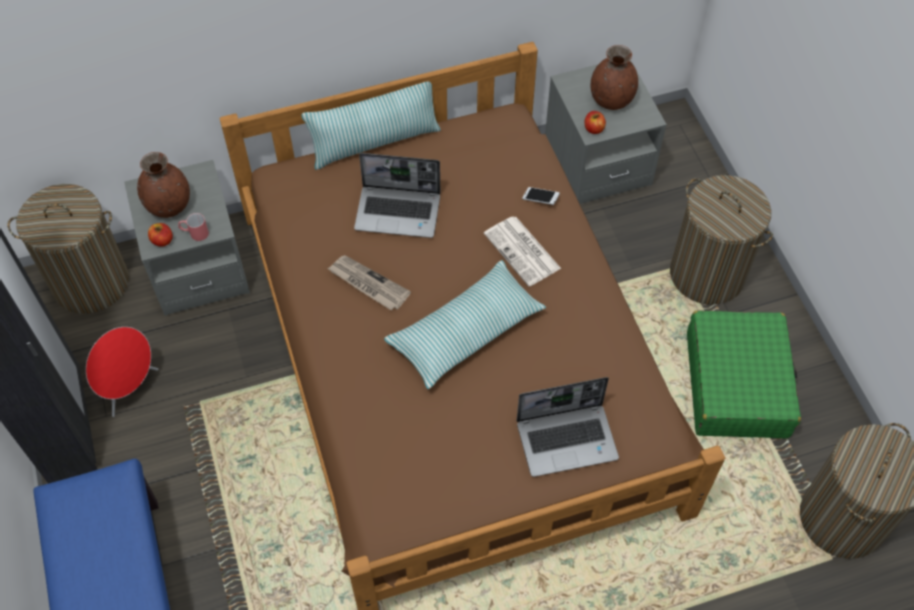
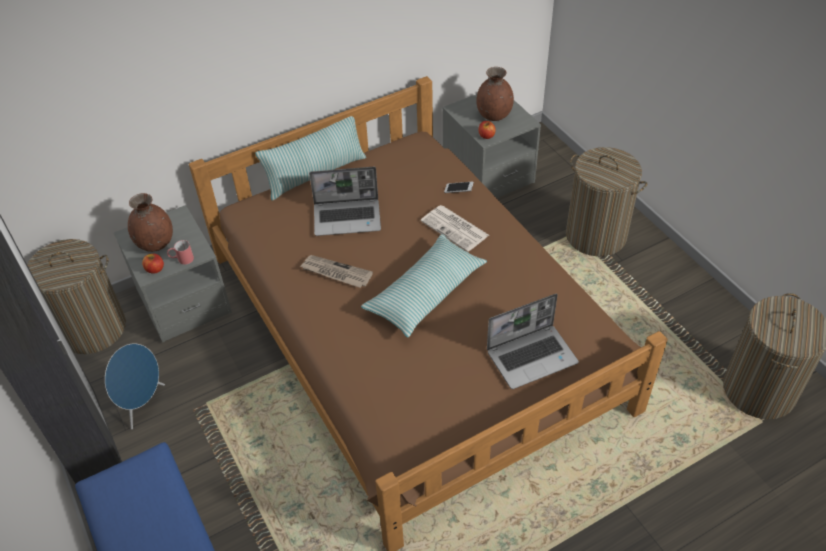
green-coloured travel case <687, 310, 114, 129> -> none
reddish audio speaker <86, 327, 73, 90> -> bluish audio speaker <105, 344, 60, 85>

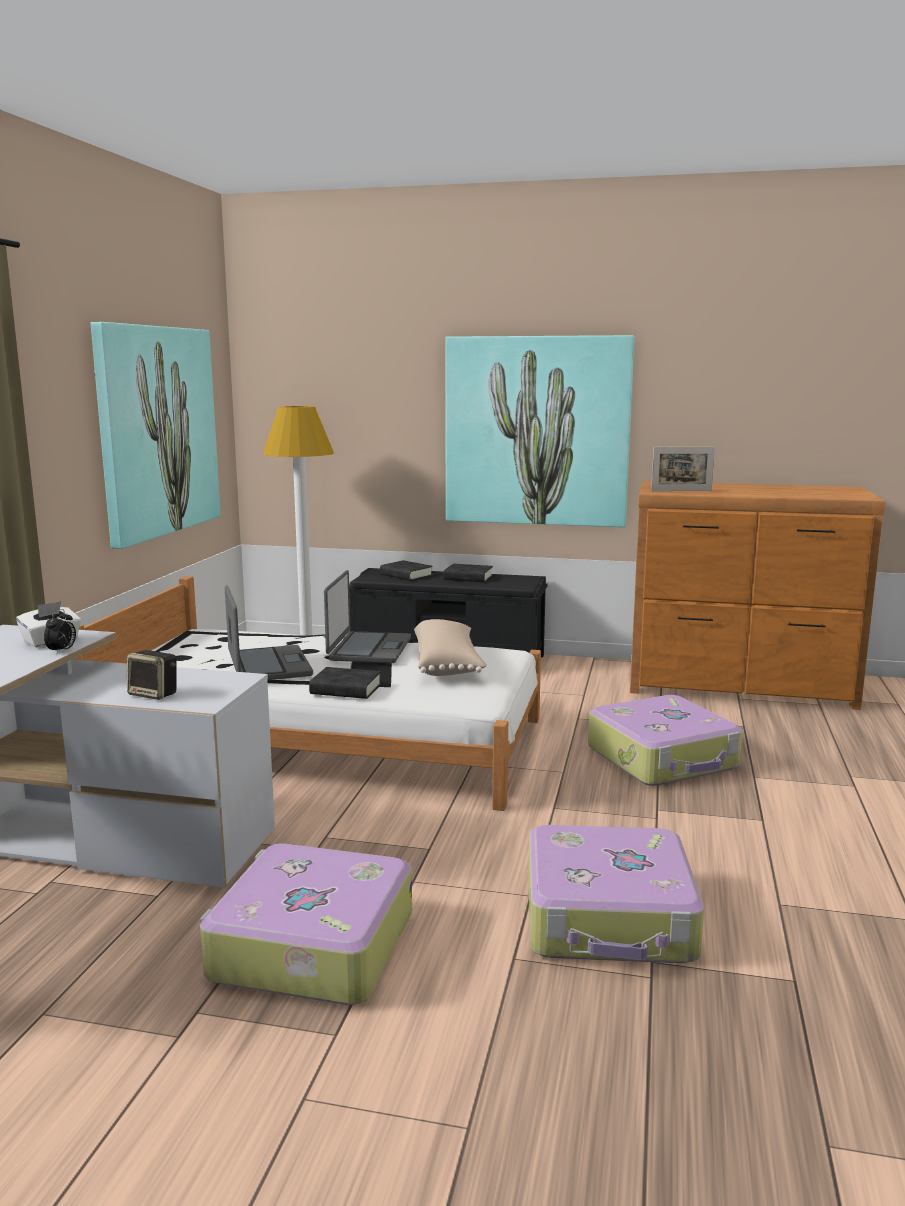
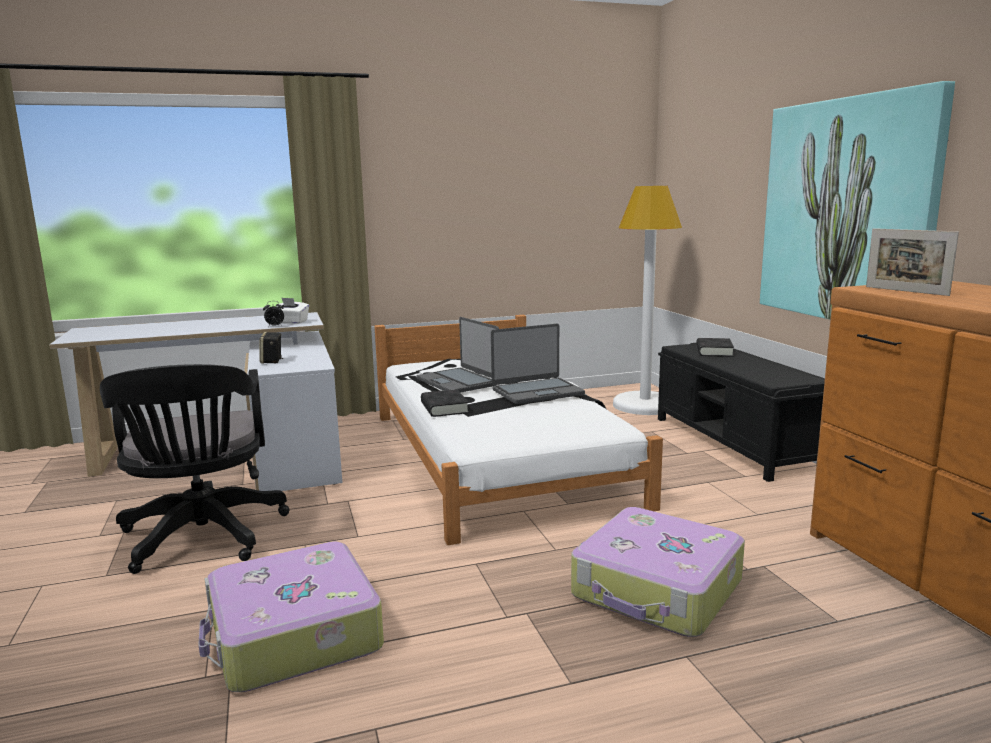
picture <91, 322, 130, 227> -> none
black bound book <444, 564, 49, 18> -> none
notebook computer <225, 585, 88, 95> -> notebook computer <416, 317, 83, 76>, 105 degrees clockwise
beige-coloured pillow <414, 619, 73, 57> -> none
travel case <200, 843, 212, 162> -> black computer chair <100, 364, 189, 210>

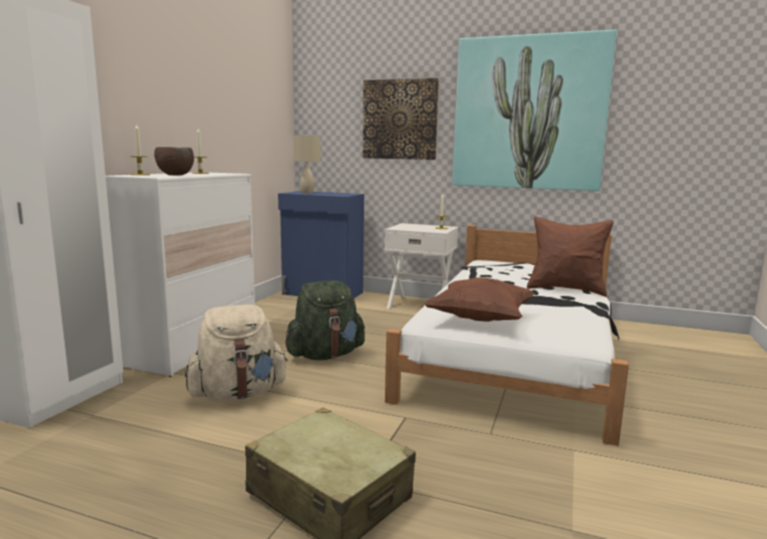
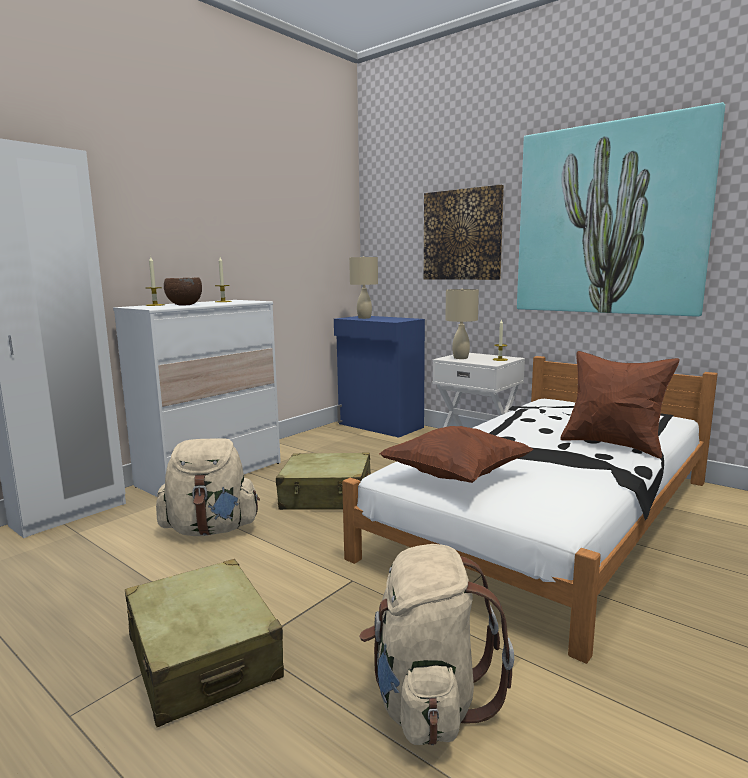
green-coloured rucksack <285, 281, 80, 79> -> beige-coloured travel case <276, 452, 95, 58>
none -> beige-coloured lamp for a table <445, 288, 34, 71>
none -> beige-coloured rucksack <359, 544, 155, 201>

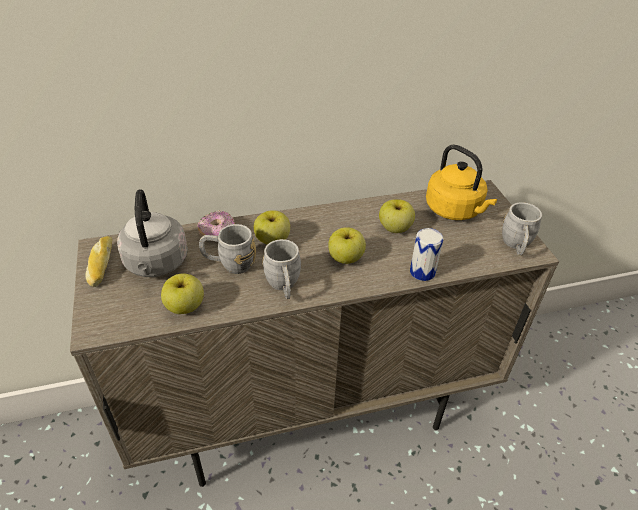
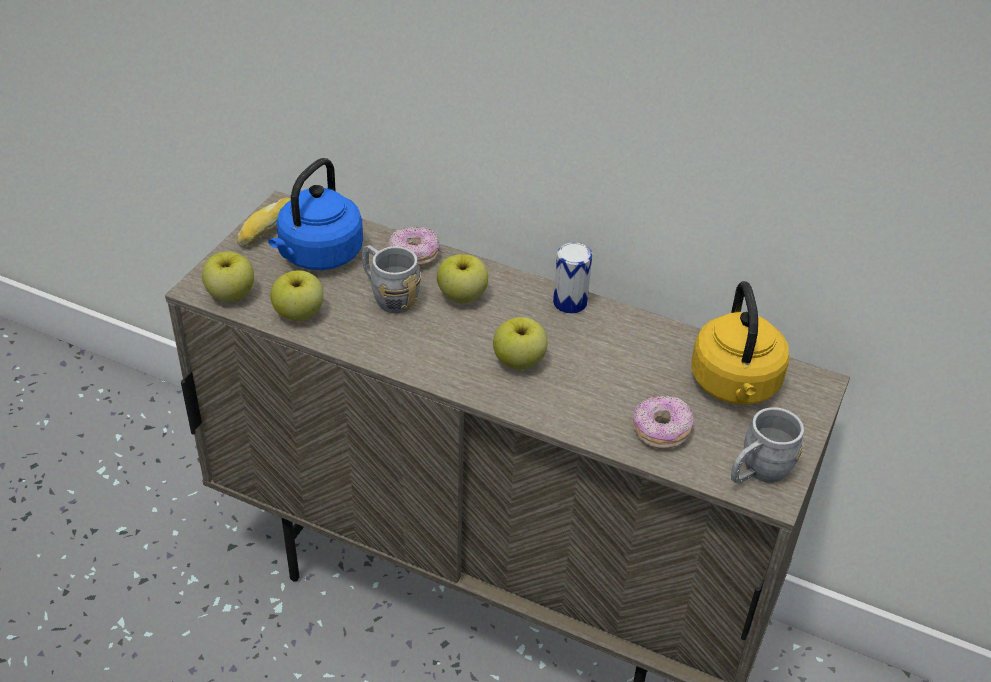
grey kettle <117, 189, 71, 88> -> bluish kettle <268, 158, 95, 112>
apple <379, 199, 36, 34> -> apple <202, 252, 52, 50>, moved
can <410, 228, 34, 53> -> can <553, 242, 39, 72>, moved
grey tea mug <263, 239, 38, 60> -> none
none -> donut <633, 396, 61, 53>

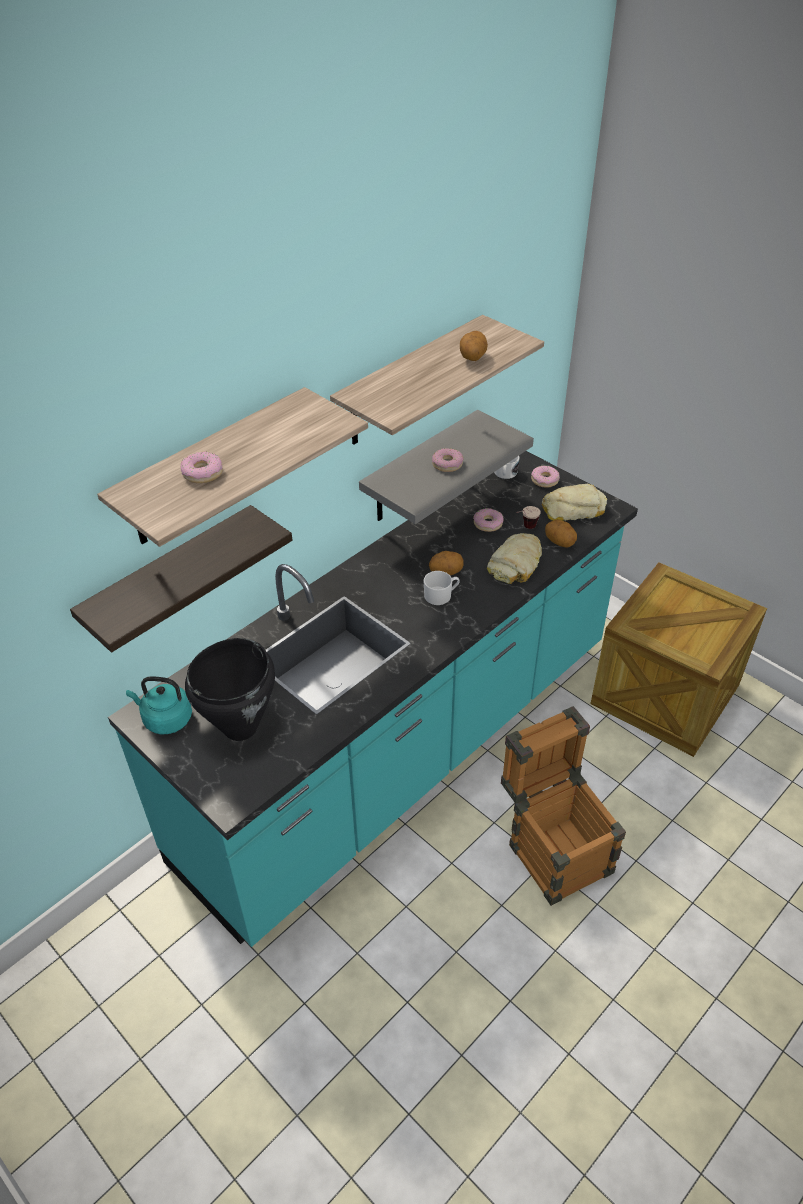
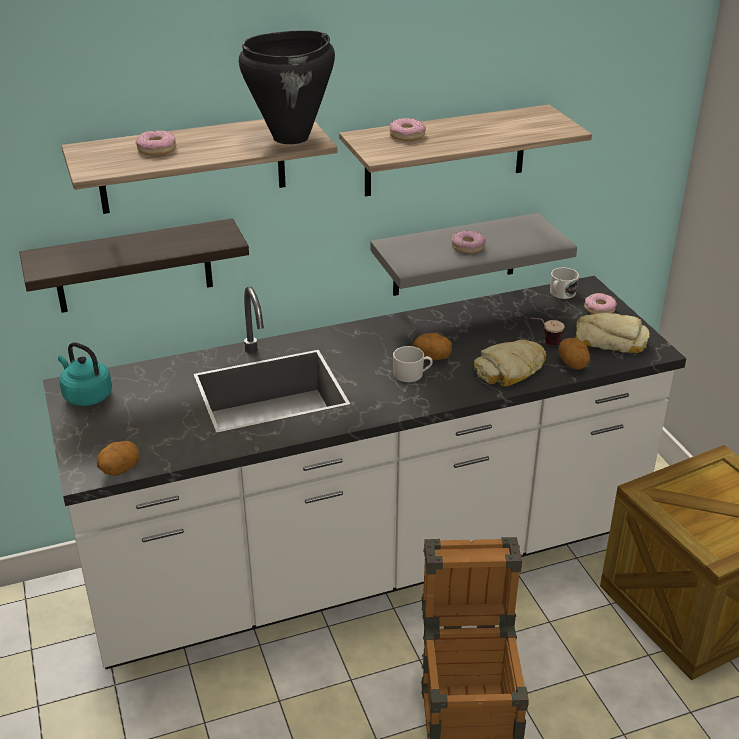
spud <460, 331, 28, 30> -> spud <97, 441, 43, 35>, moved
turquoise-coloured counter <108, 451, 530, 496> -> white-coloured counter <43, 276, 643, 393>
donut <473, 508, 31, 24> -> donut <389, 118, 37, 23>, moved
black cooking pot <185, 638, 90, 103> -> black cooking pot <239, 30, 96, 114>, moved

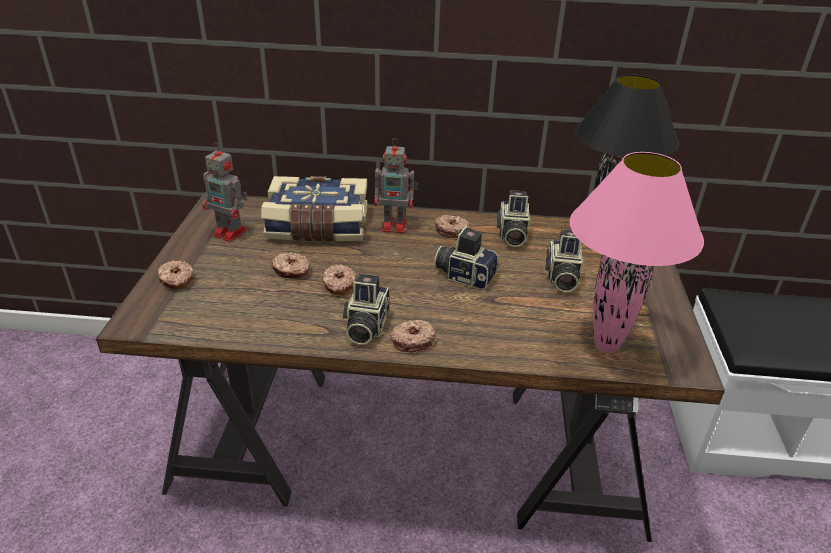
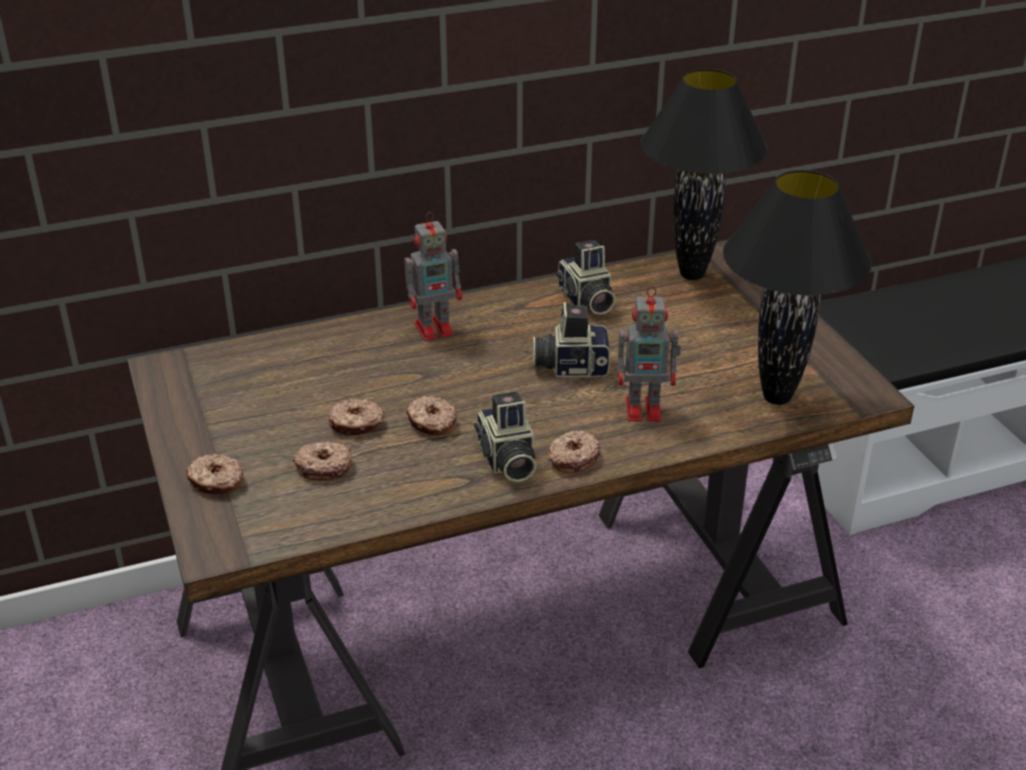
toy robot <202, 143, 45, 99> -> toy robot <617, 286, 64, 136>, moved
pink lamp for a table <570, 152, 134, 201> -> black lamp for a table <723, 170, 149, 235>
bound book <261, 176, 107, 65> -> none
donut <434, 215, 37, 23> -> donut <293, 441, 59, 40>, moved
photo camera <545, 229, 38, 63> -> none

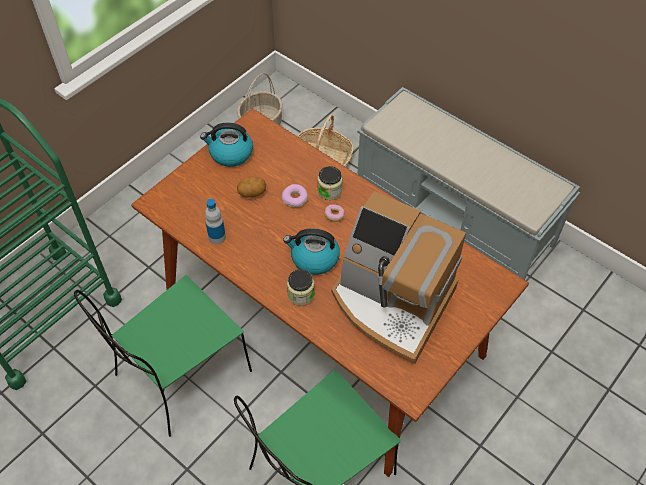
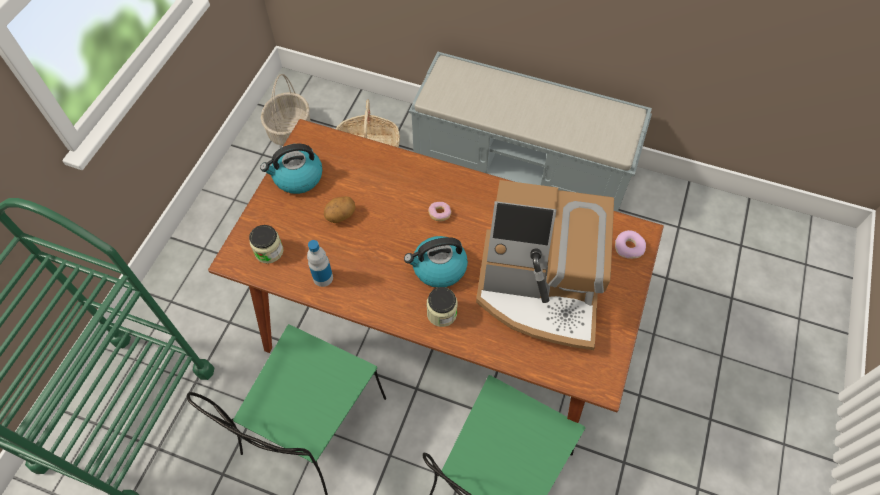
jar <318, 166, 25, 34> -> jar <249, 225, 34, 39>, moved
donut <282, 184, 26, 23> -> donut <615, 230, 31, 29>, moved

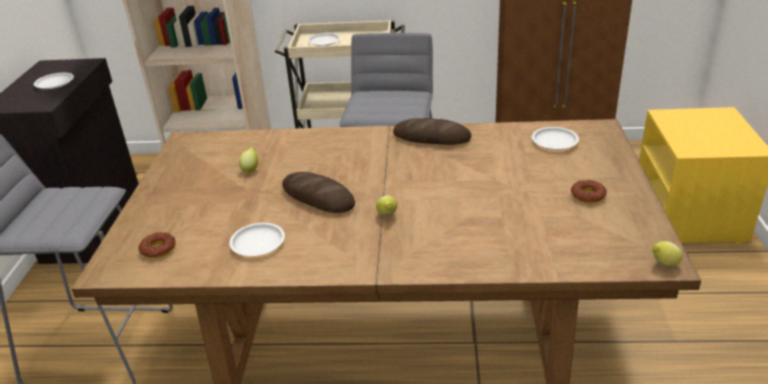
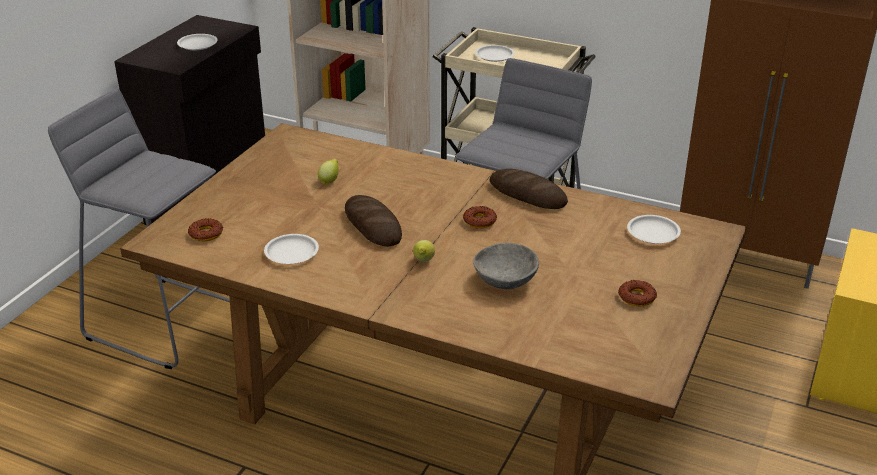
citrus fruit <652, 241, 30, 26> -> none
none -> donut <463, 206, 34, 22>
none -> grey deep dish <473, 243, 66, 46>

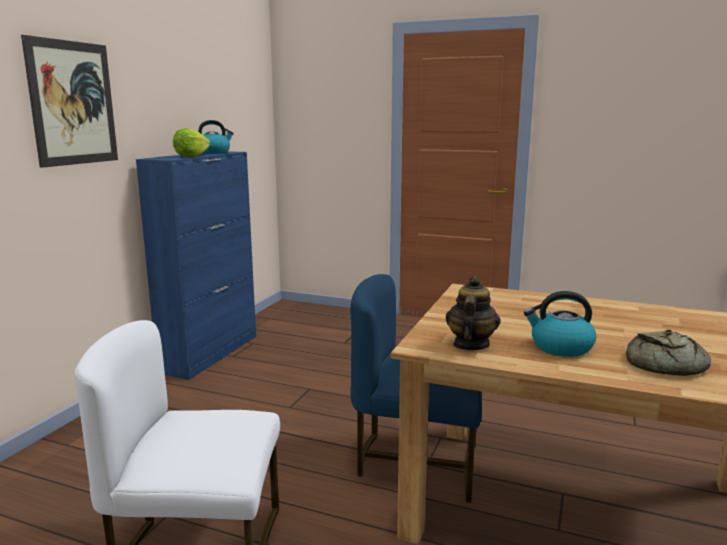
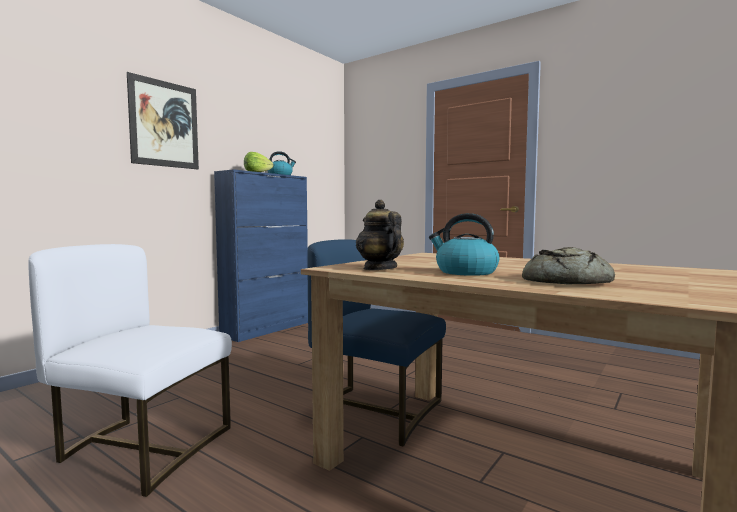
teapot <446, 275, 55, 75> -> teapot <356, 200, 48, 70>, 60 degrees counterclockwise

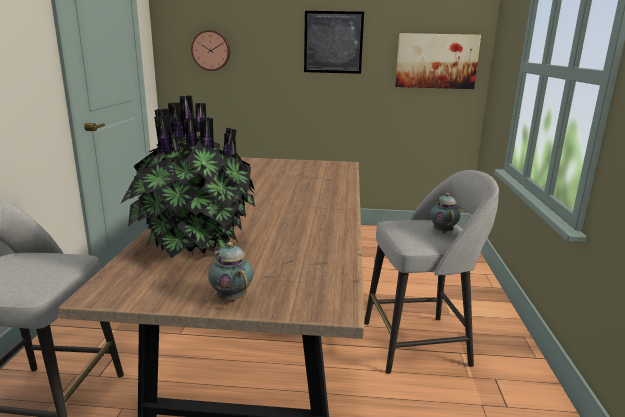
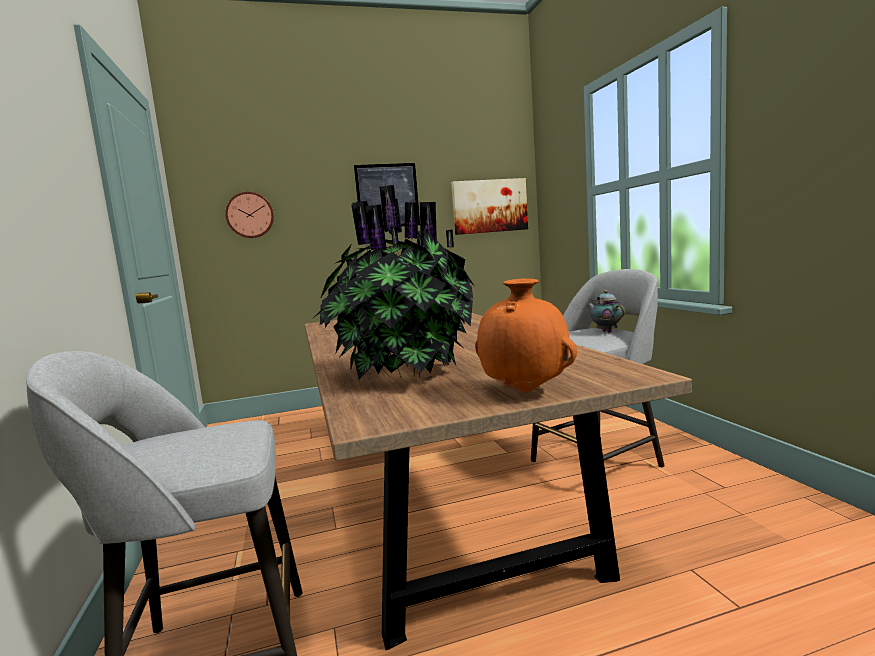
teapot <208, 242, 45, 59> -> orangey vase <475, 278, 102, 115>

